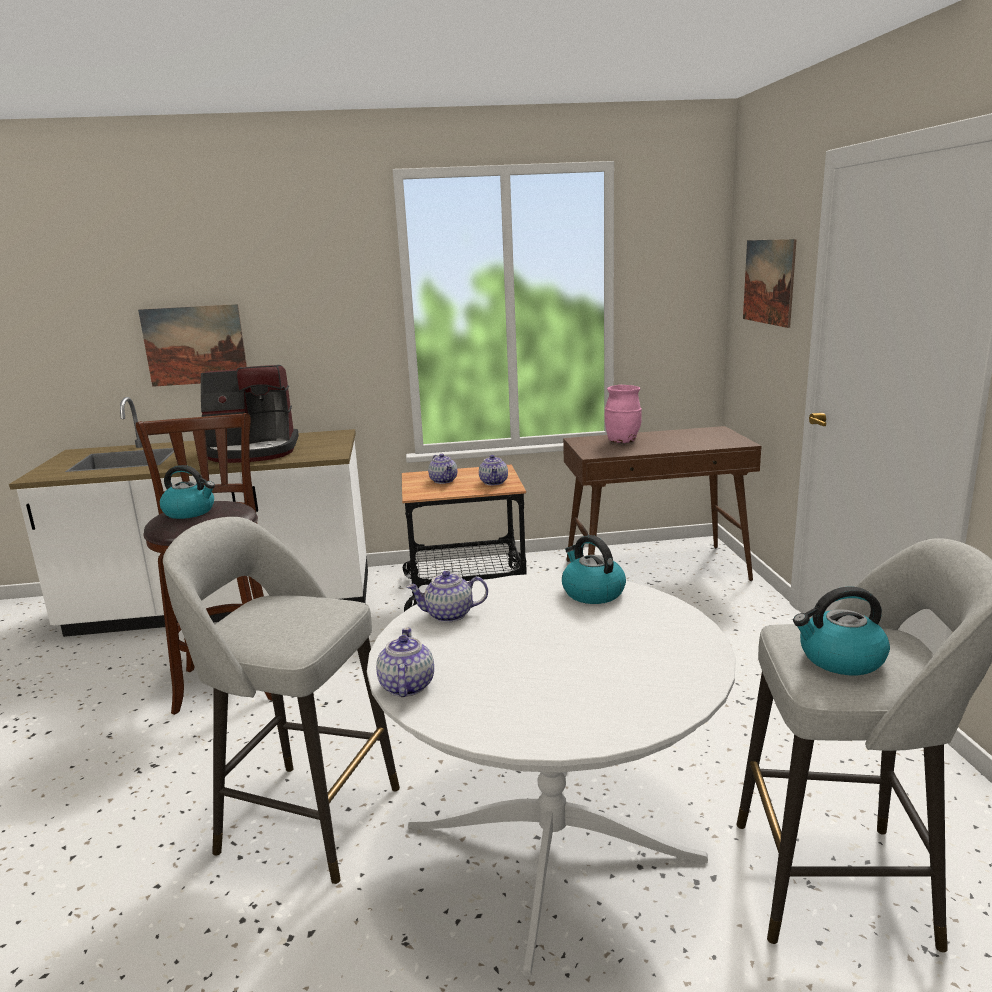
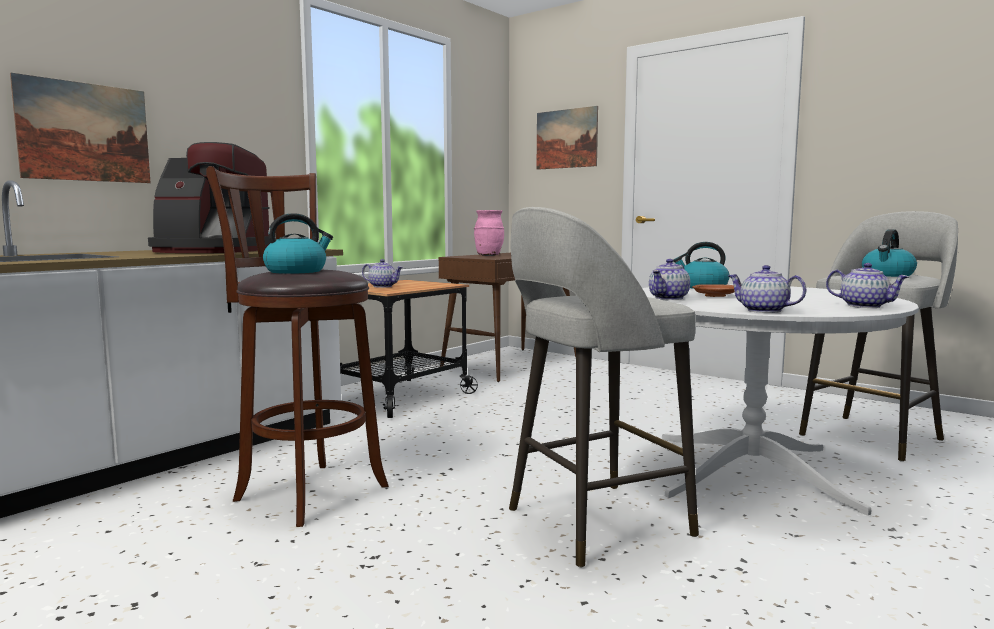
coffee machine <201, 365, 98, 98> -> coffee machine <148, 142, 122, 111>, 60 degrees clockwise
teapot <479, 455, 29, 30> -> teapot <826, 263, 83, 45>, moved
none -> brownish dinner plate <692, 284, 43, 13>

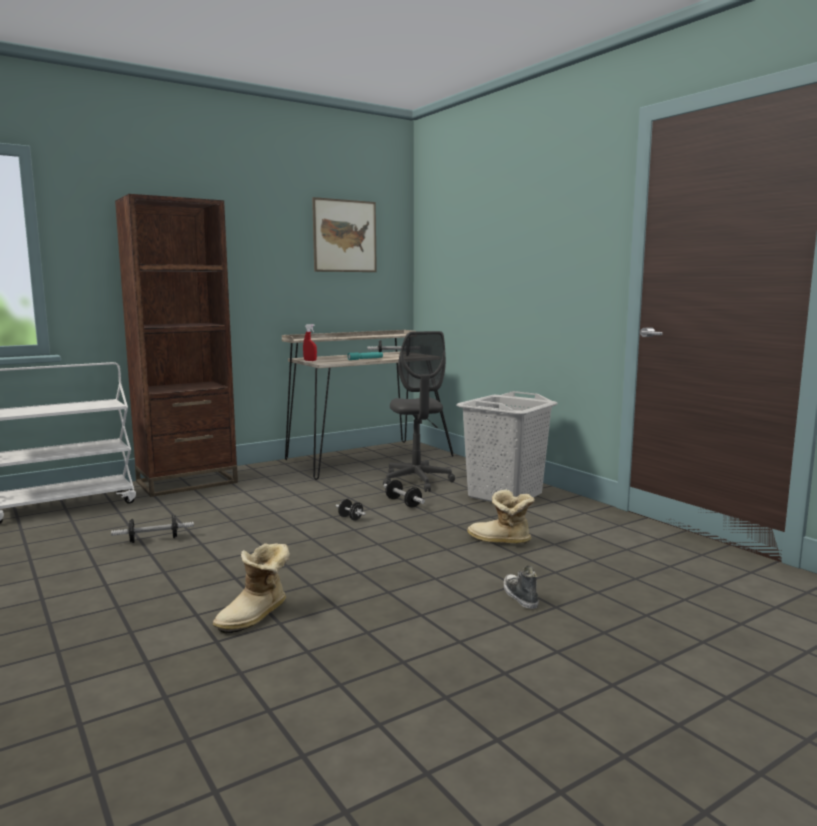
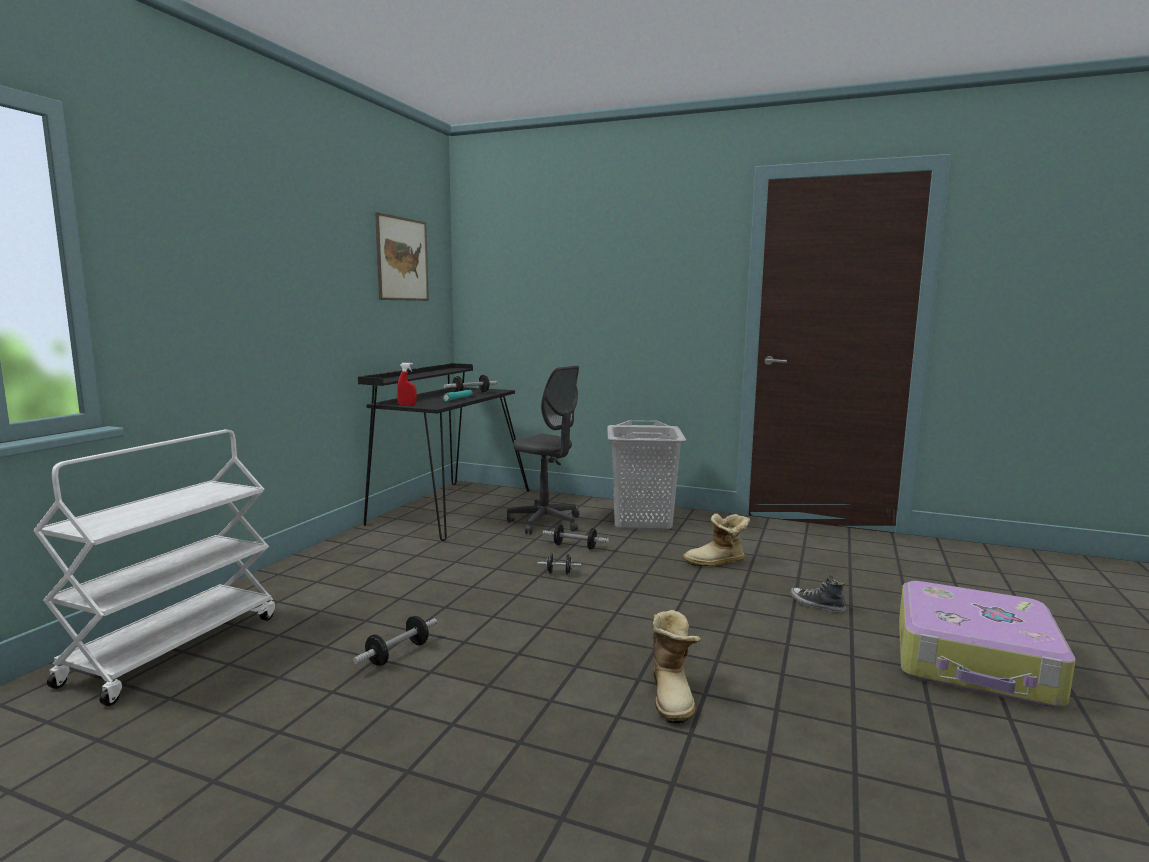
brownish bookcase <115, 194, 123, 303> -> none
beige-coloured desk <282, 330, 172, 150> -> black desk <358, 363, 171, 178>
none -> travel case <899, 581, 177, 126>

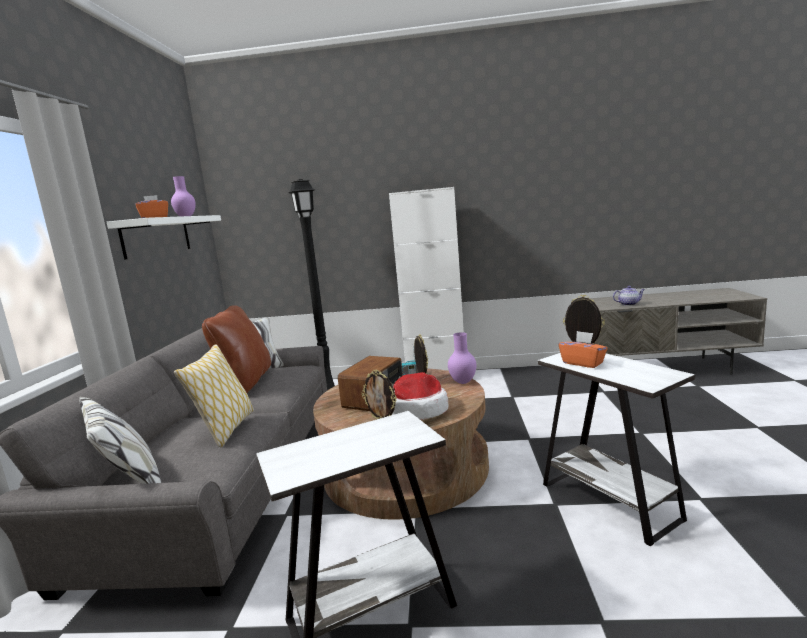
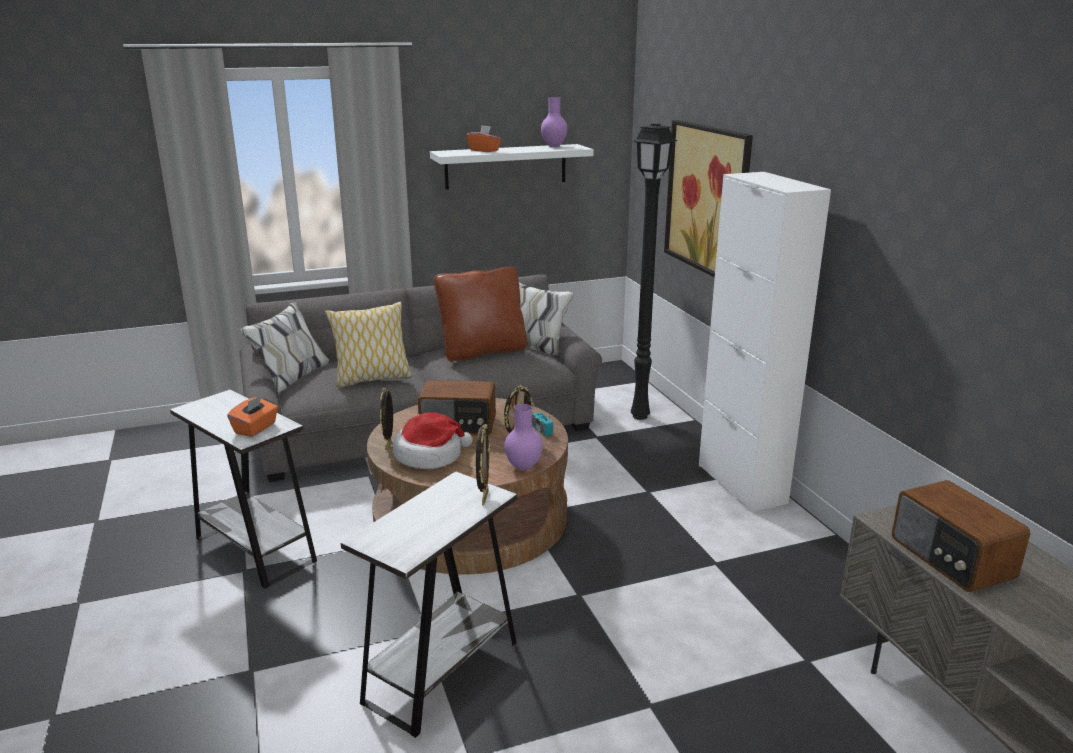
teapot <613, 286, 32, 20> -> radio set <892, 480, 138, 112>
orangey box of tissues <559, 331, 49, 37> -> orangey box of tissues <227, 395, 51, 42>, moved
none -> picture <664, 120, 89, 157>

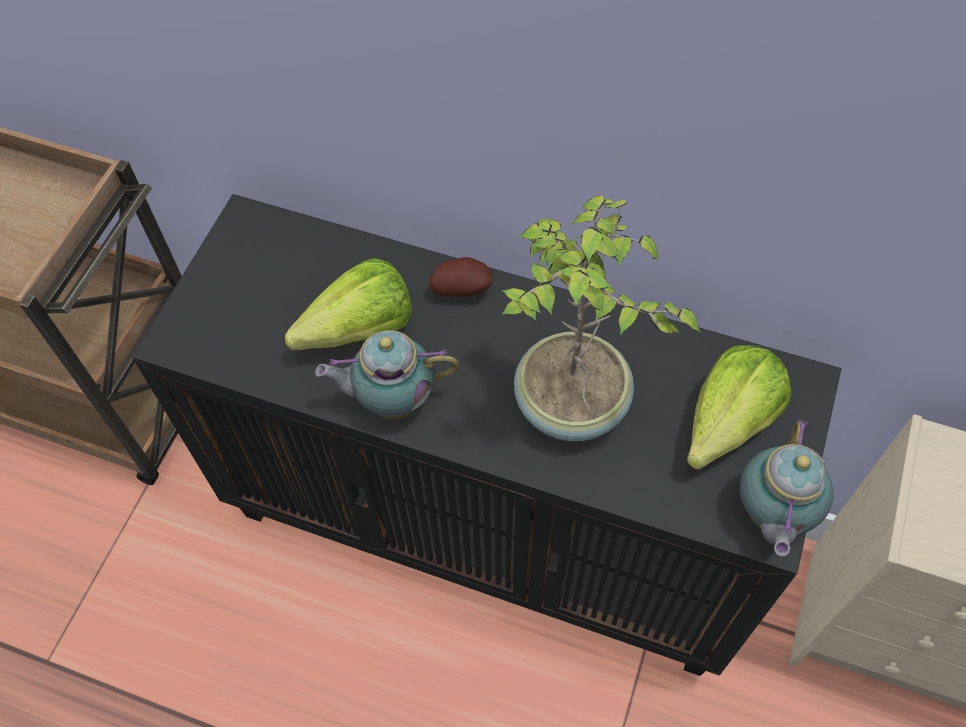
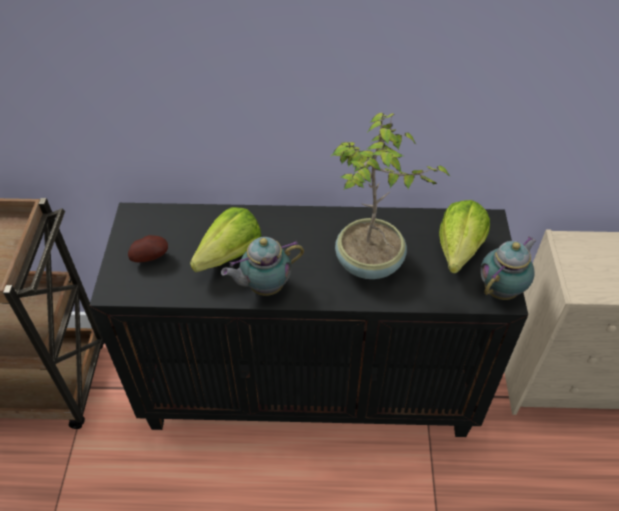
spud <429, 257, 64, 40> -> spud <128, 235, 40, 27>, moved
teapot <740, 419, 93, 137> -> teapot <481, 236, 55, 64>, 135 degrees counterclockwise

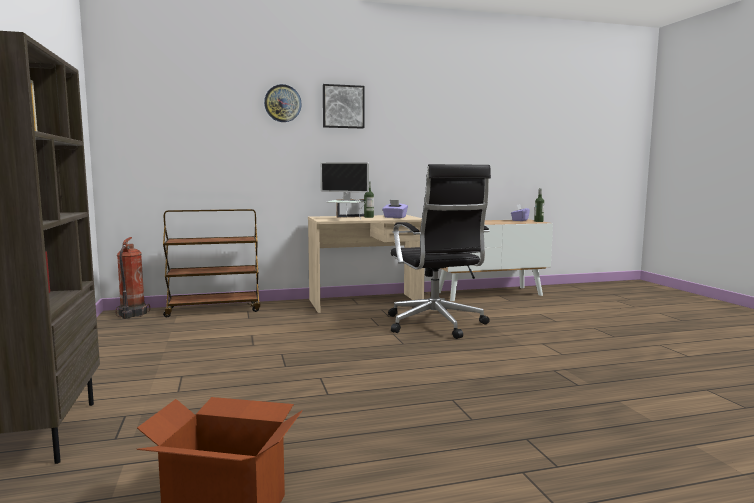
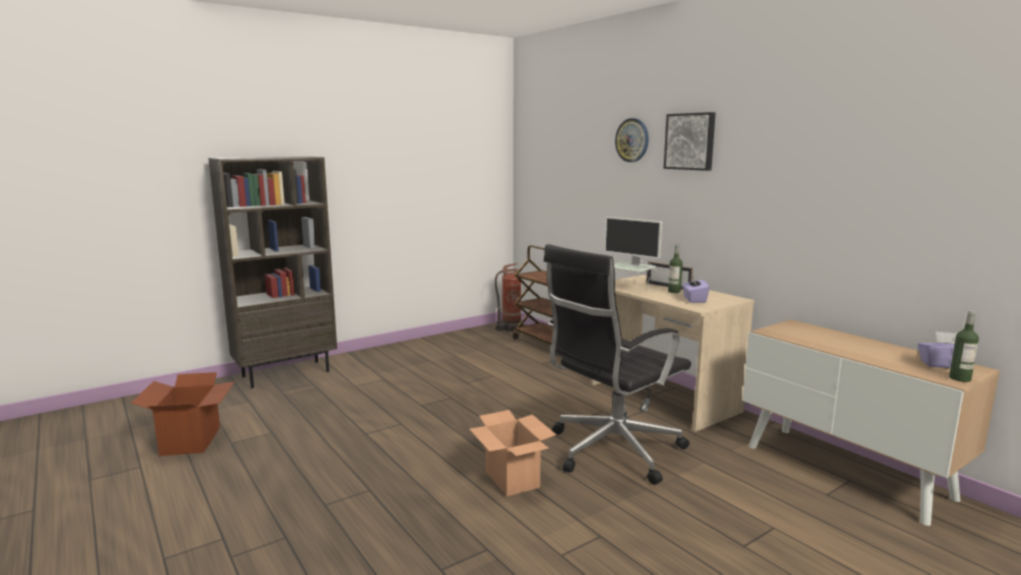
computer display <320, 162, 49, 57> -> computer display <604, 217, 58, 74>, 45 degrees counterclockwise
none -> cardboard box <469, 410, 87, 86>

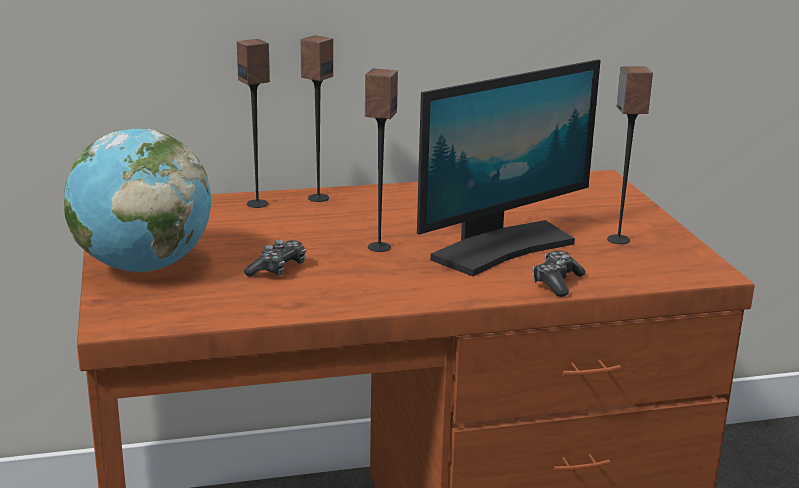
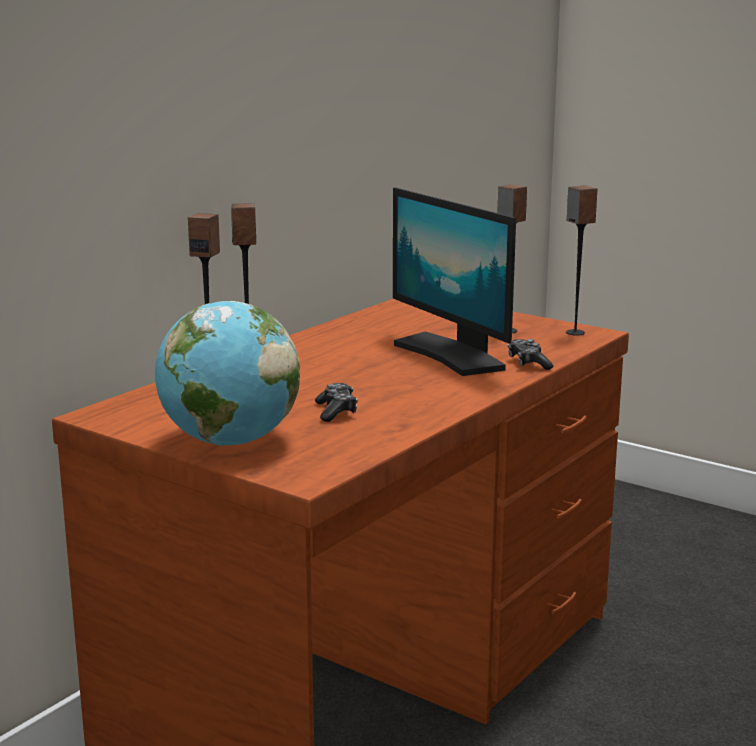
computer display <417, 60, 184, 216> -> computer display <393, 187, 123, 189>, 135 degrees clockwise
audio speaker <365, 68, 33, 184> -> audio speaker <566, 185, 31, 151>, moved

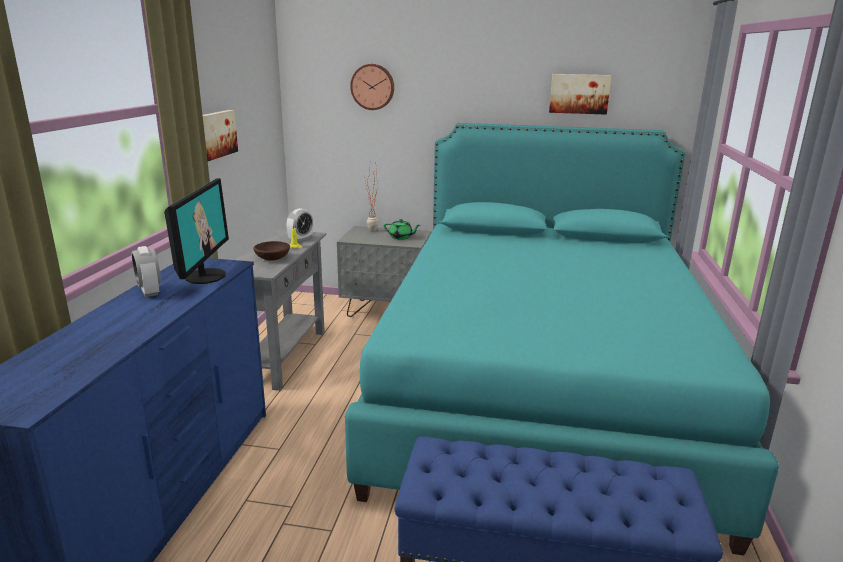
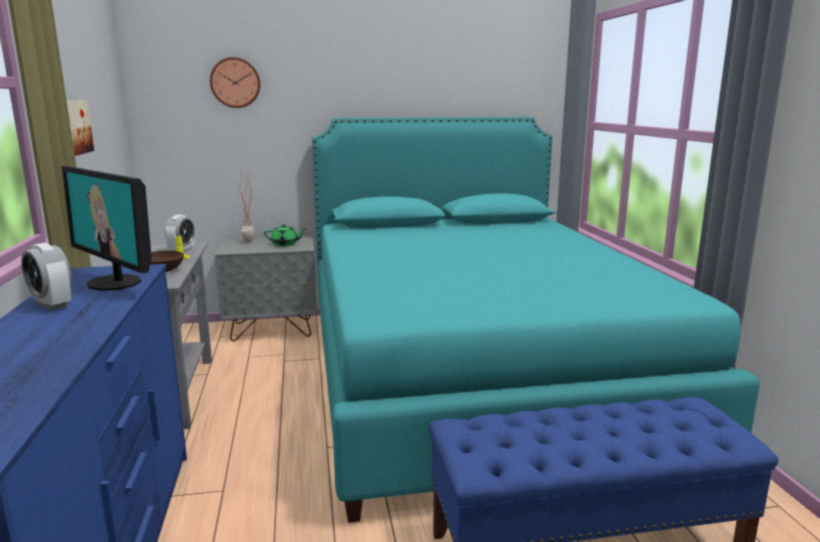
picture <549, 74, 62, 41> -> none
computer display <164, 178, 65, 106> -> computer display <62, 166, 90, 125>, 150 degrees clockwise

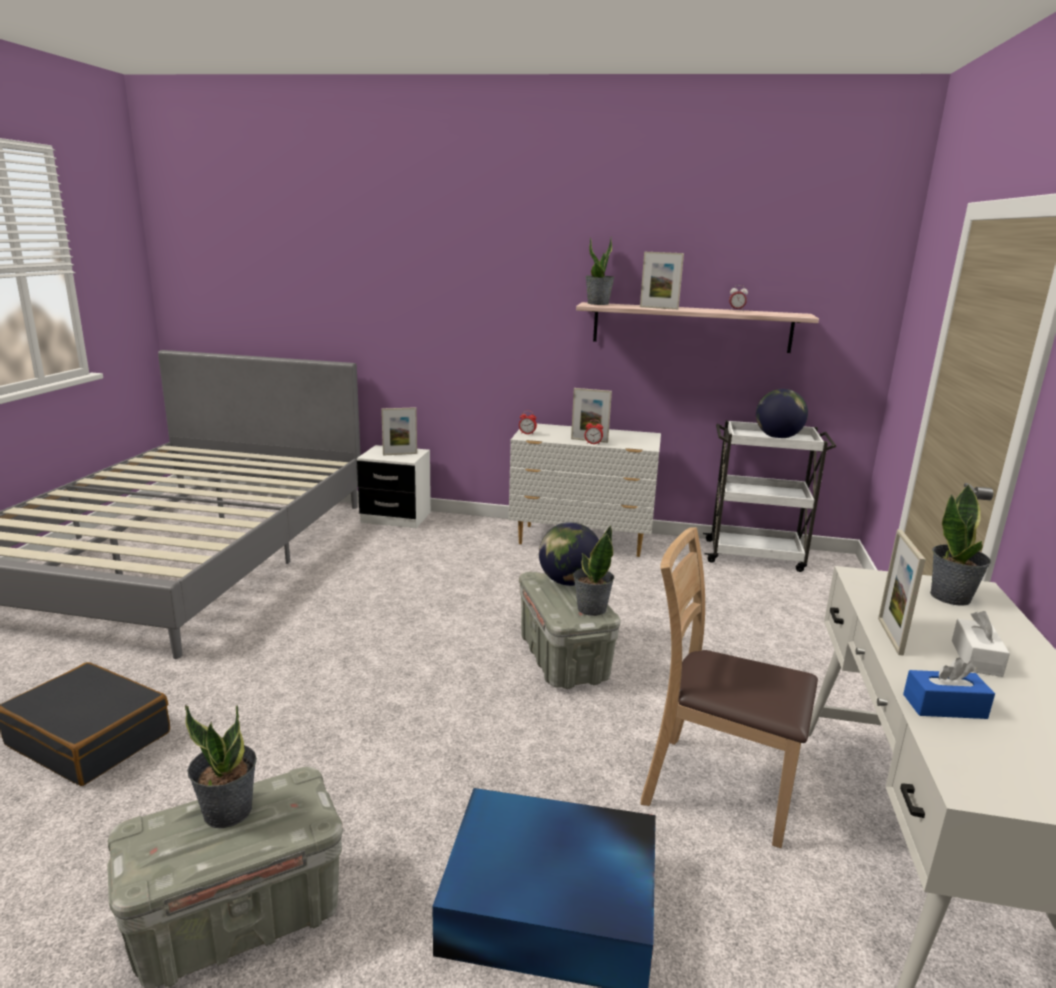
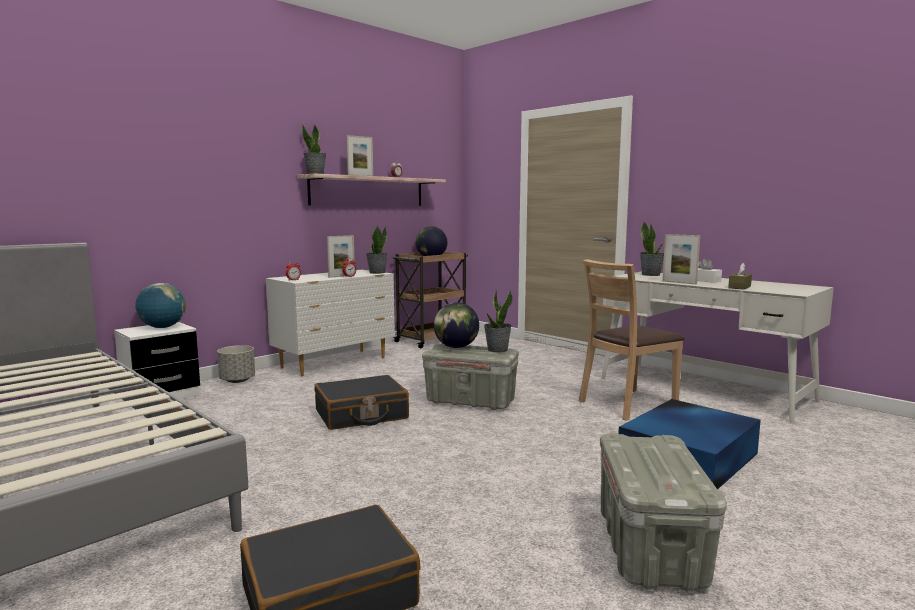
photo frame <381, 407, 36, 49> -> desk globe <135, 283, 51, 45>
white-coloured wheeled cart <703, 420, 133, 152> -> brownish wheeled cart <392, 252, 76, 97>
bluish box of tissues <903, 658, 92, 61> -> brownish box of tissues <728, 263, 24, 27>
plant in a pot <185, 705, 72, 123> -> plant in a pot <366, 225, 22, 49>, moved
none -> grey plant pot <217, 345, 38, 38>
none -> black travel case <314, 375, 95, 55>

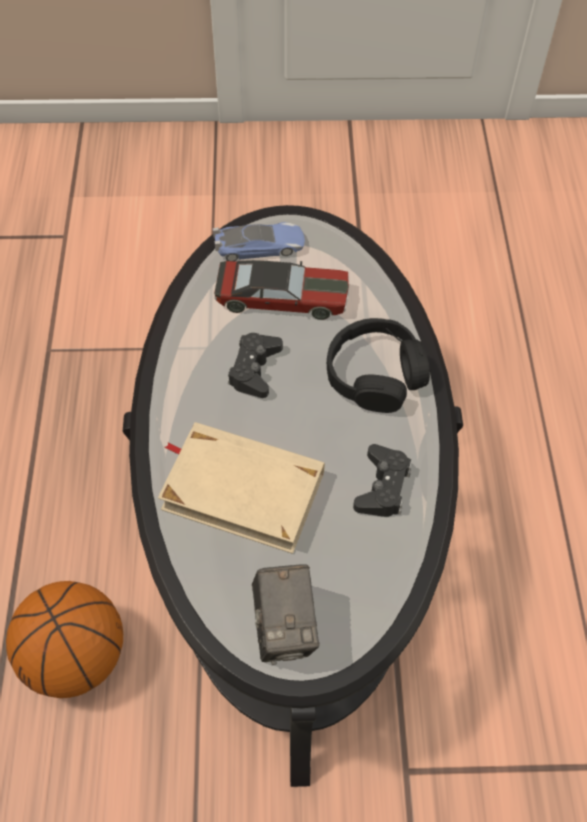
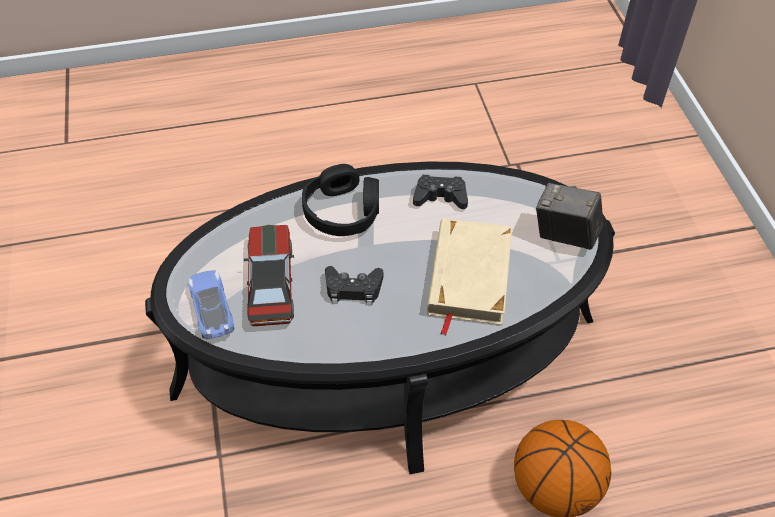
photo camera <252, 564, 67, 101> -> photo camera <536, 183, 67, 67>, 135 degrees counterclockwise

